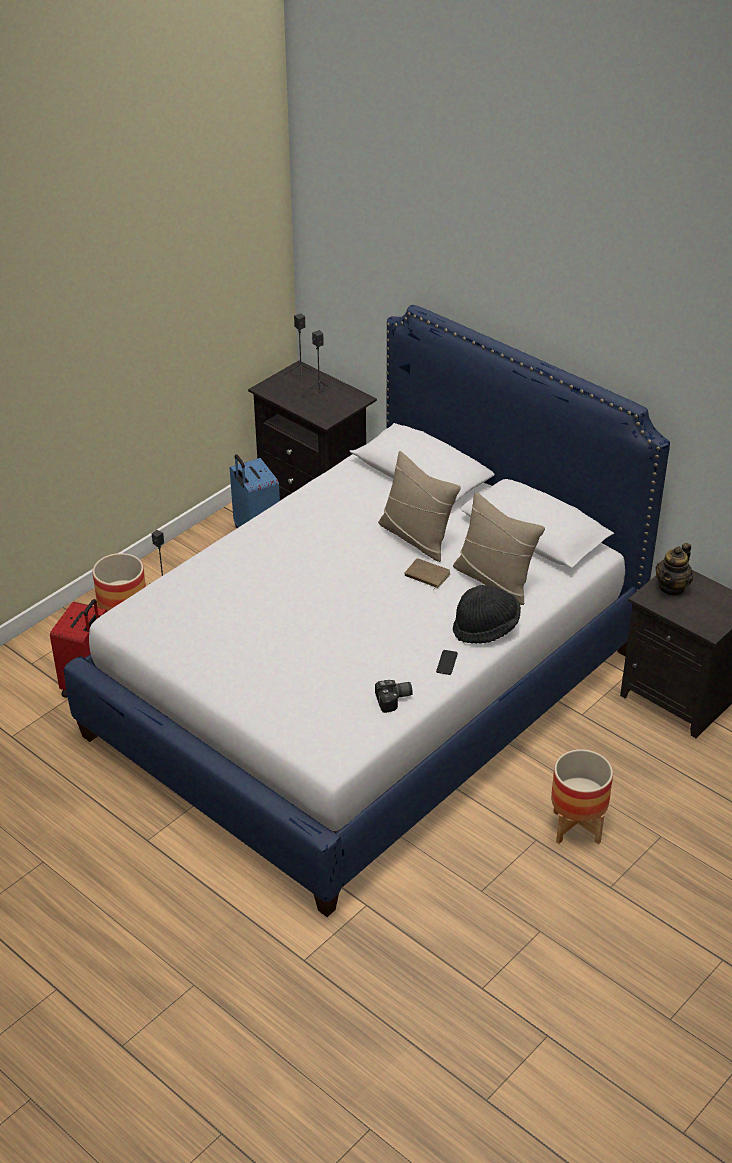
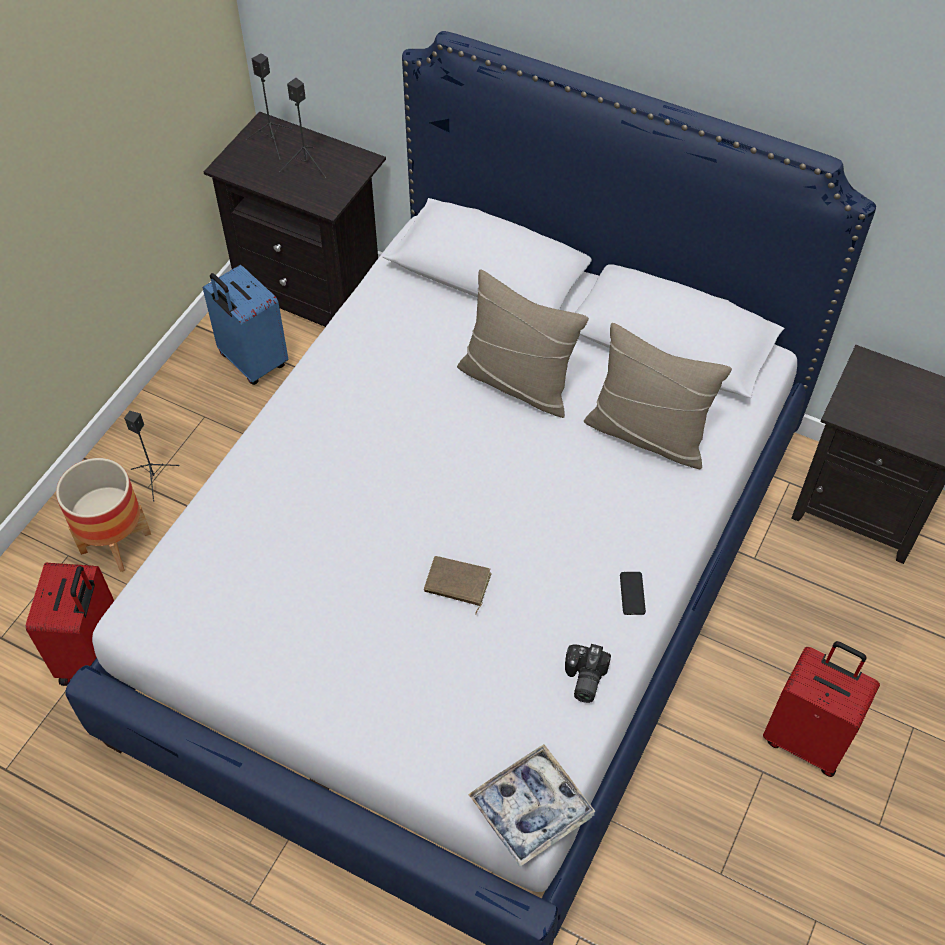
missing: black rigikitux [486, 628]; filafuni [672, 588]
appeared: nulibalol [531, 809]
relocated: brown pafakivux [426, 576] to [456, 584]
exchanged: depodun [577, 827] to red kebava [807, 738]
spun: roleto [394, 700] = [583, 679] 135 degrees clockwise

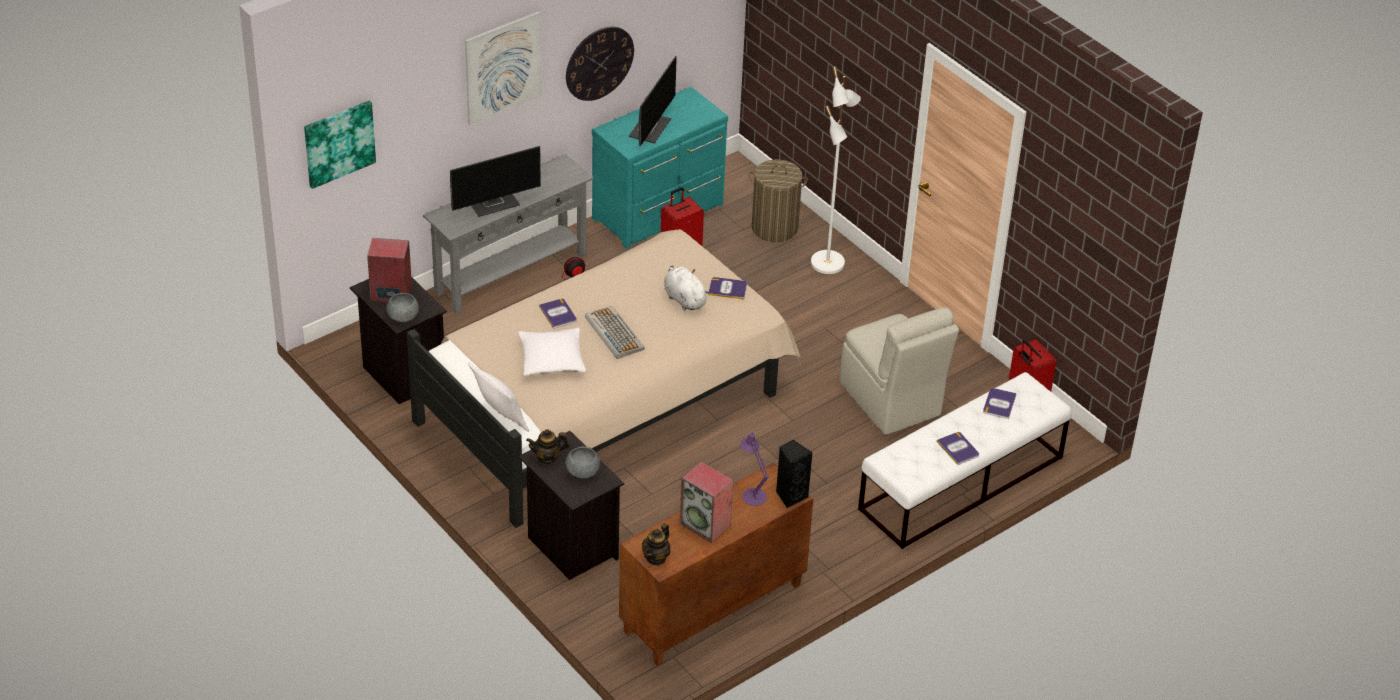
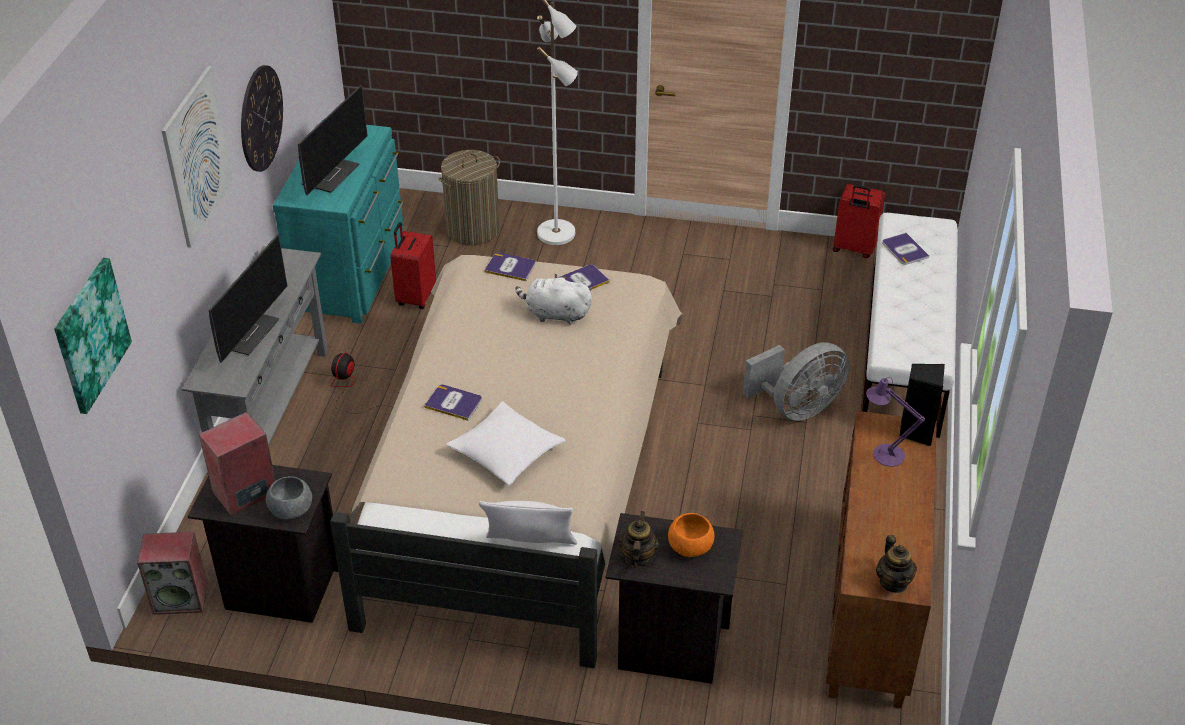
missing: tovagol [613, 333]; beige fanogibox [891, 401]
appeared: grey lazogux [797, 408]
relocated: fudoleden [706, 524] to [181, 598]; pafakivux [958, 449] to [510, 267]
colour: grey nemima [582, 472] to orange nemima [690, 547]
spun: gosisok [650, 128] = [331, 174] 45 degrees clockwise; filafuni [547, 458] = [638, 557] 150 degrees clockwise

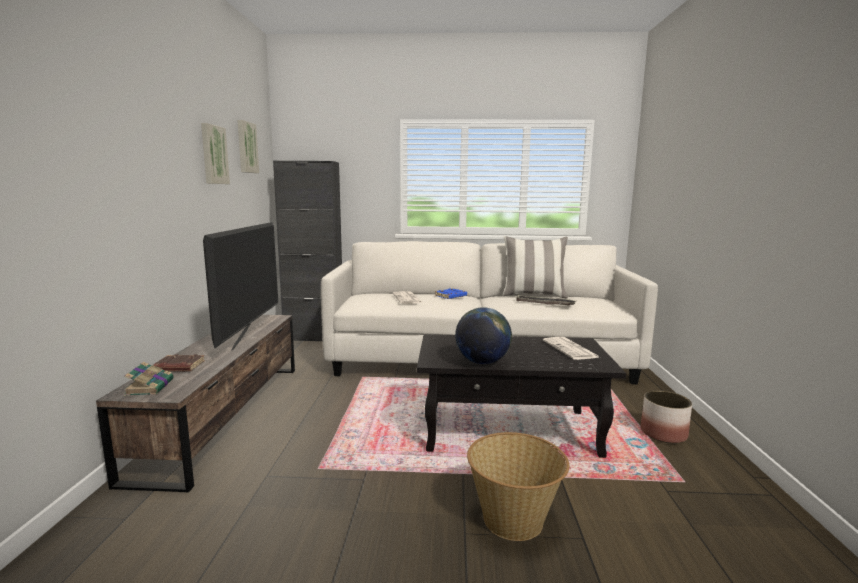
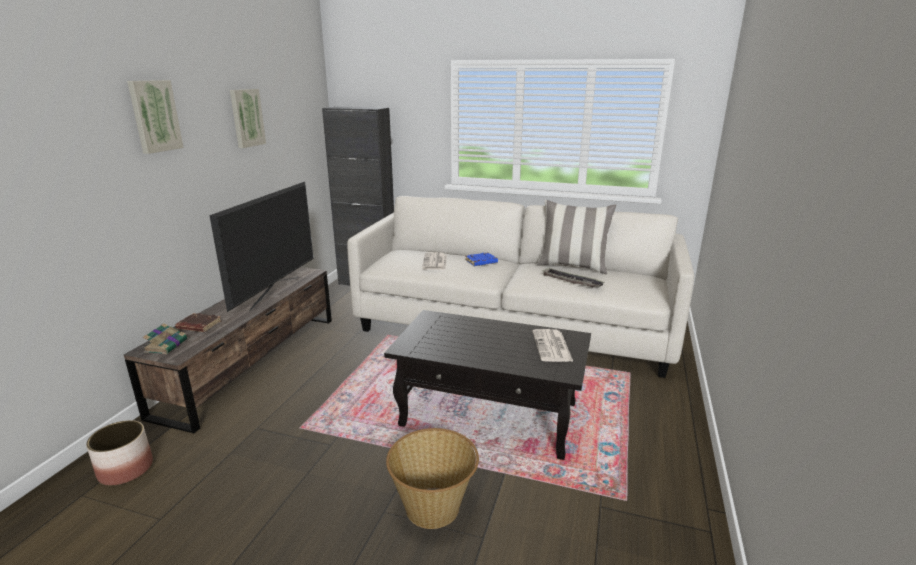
missing: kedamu [482, 362]
relocated: depodun [663, 434] to [125, 470]; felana [246, 147] to [154, 116]

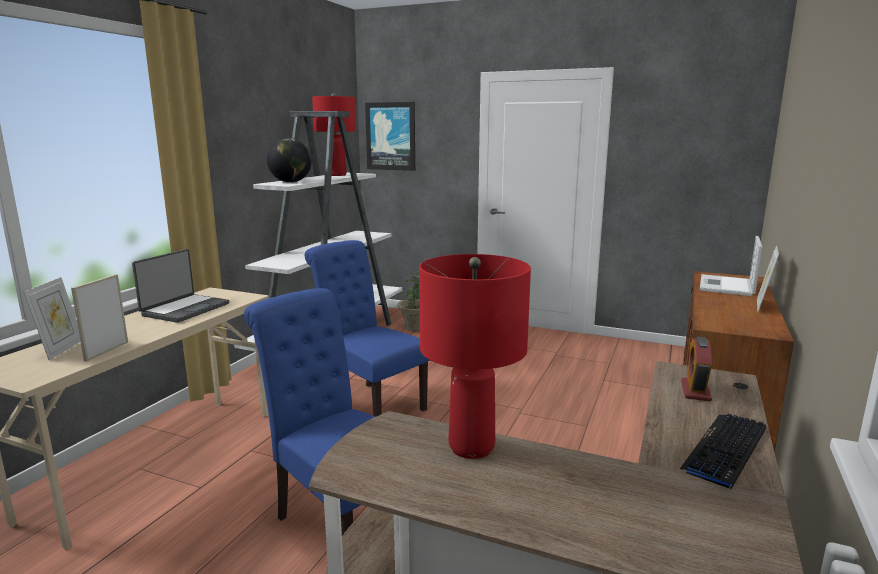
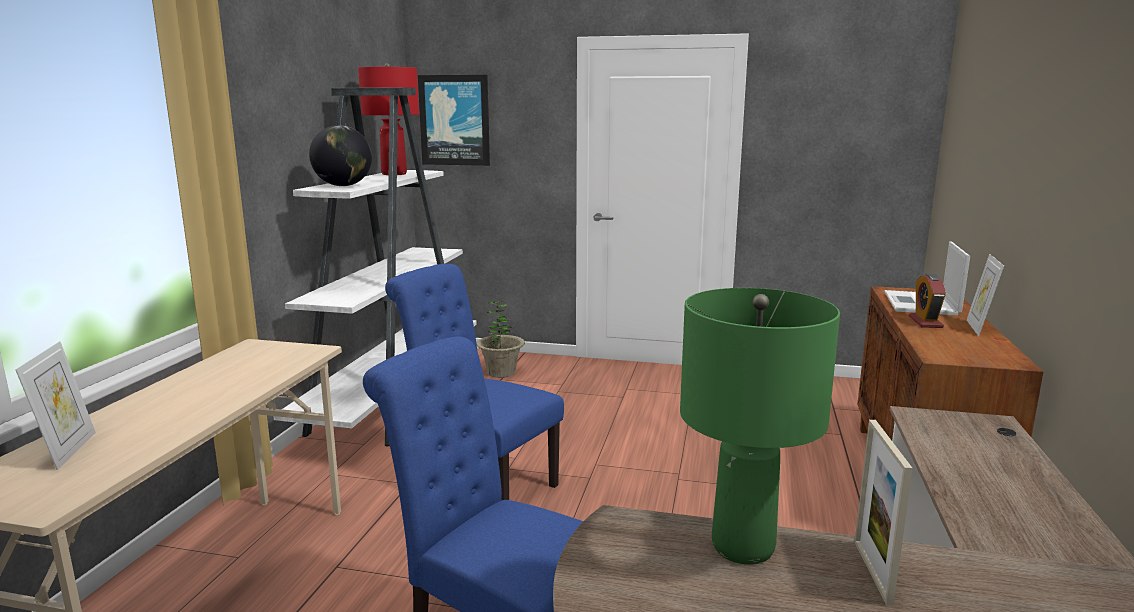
missing: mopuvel [185, 309]; tovagol [725, 449]
relocated: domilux [107, 351] to [872, 571]; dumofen [695, 391] to [925, 322]
colour: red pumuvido [471, 447] to green pumuvido [742, 548]

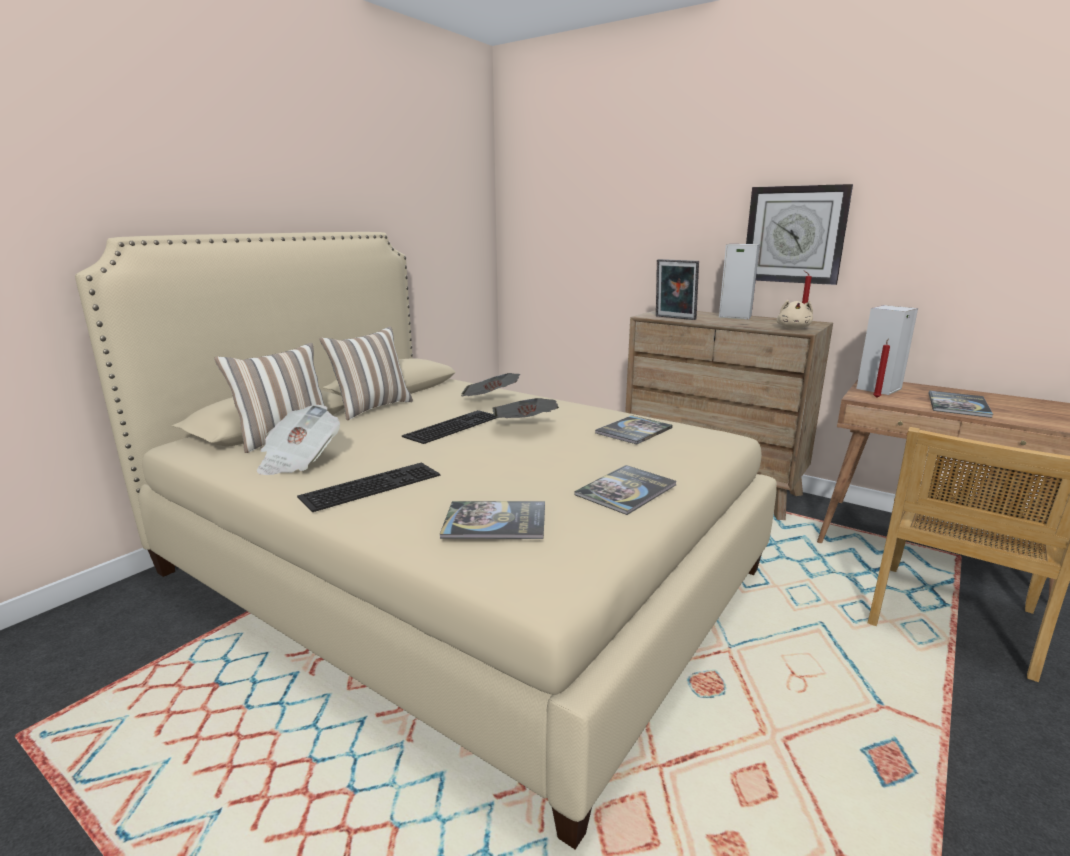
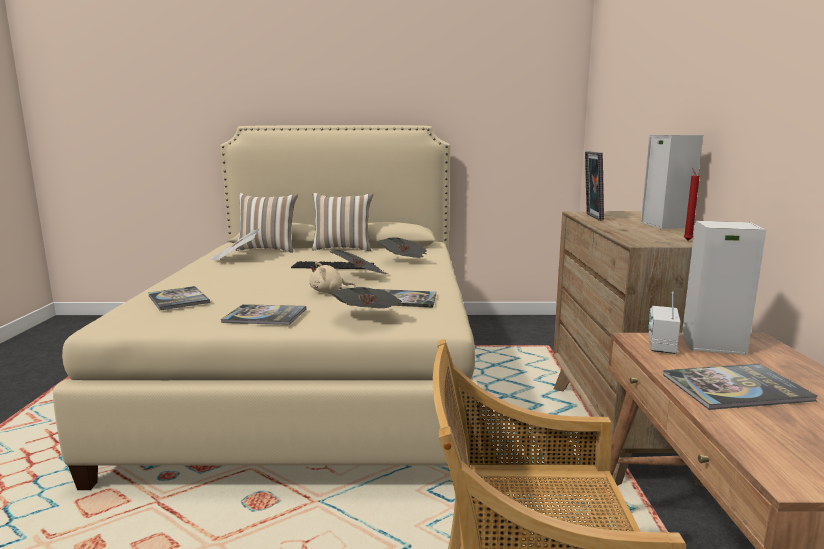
missing: tovagol [372, 484]; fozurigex [794, 235]
appeared: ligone [367, 318]
relocated: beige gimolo [793, 328] to [329, 292]
exchanged: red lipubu [877, 397] to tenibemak [661, 345]

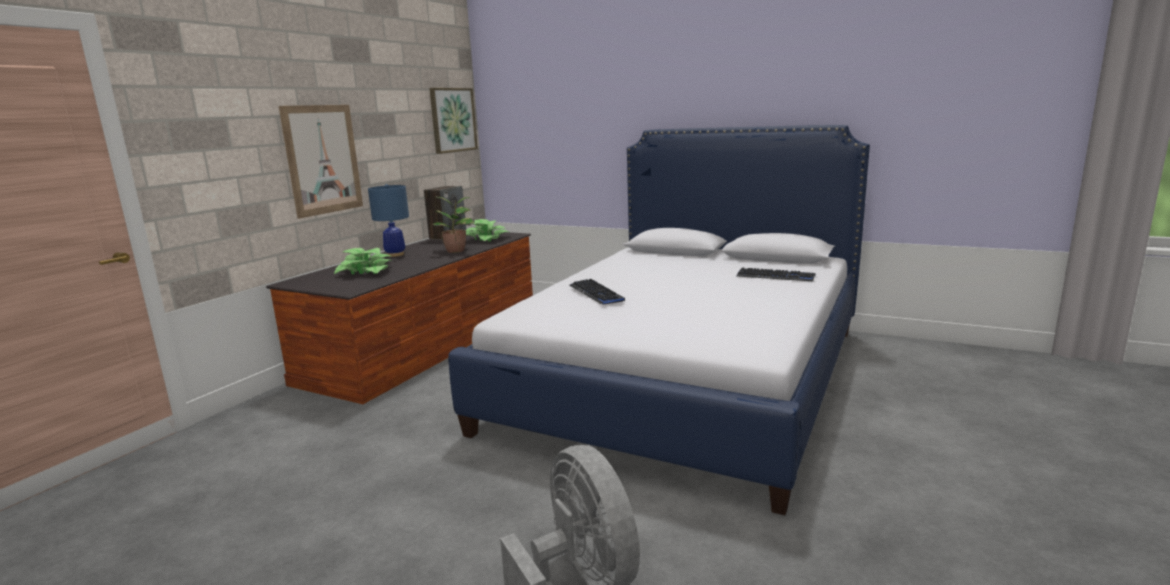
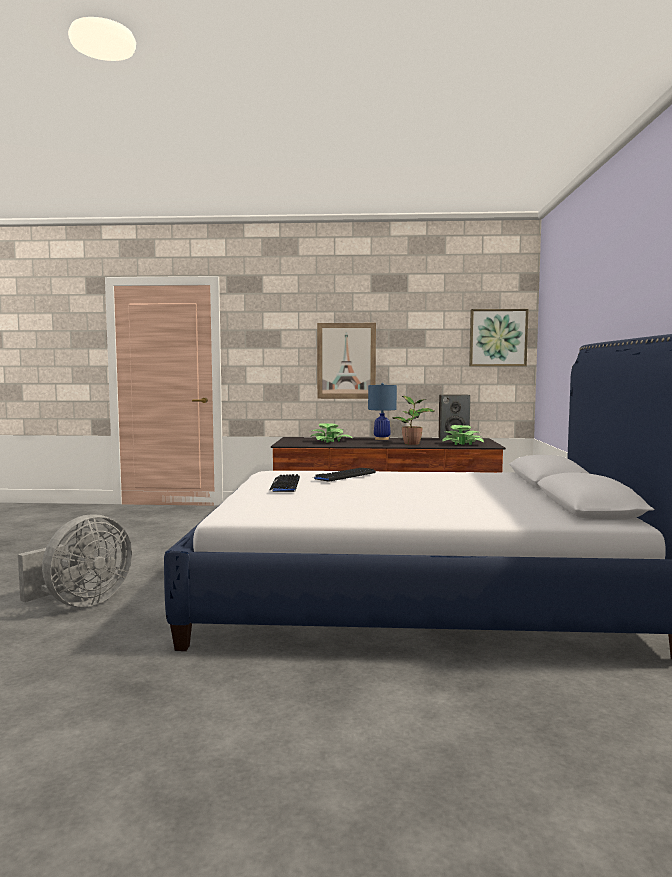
relocated: tovagol [775, 276] to [285, 485]

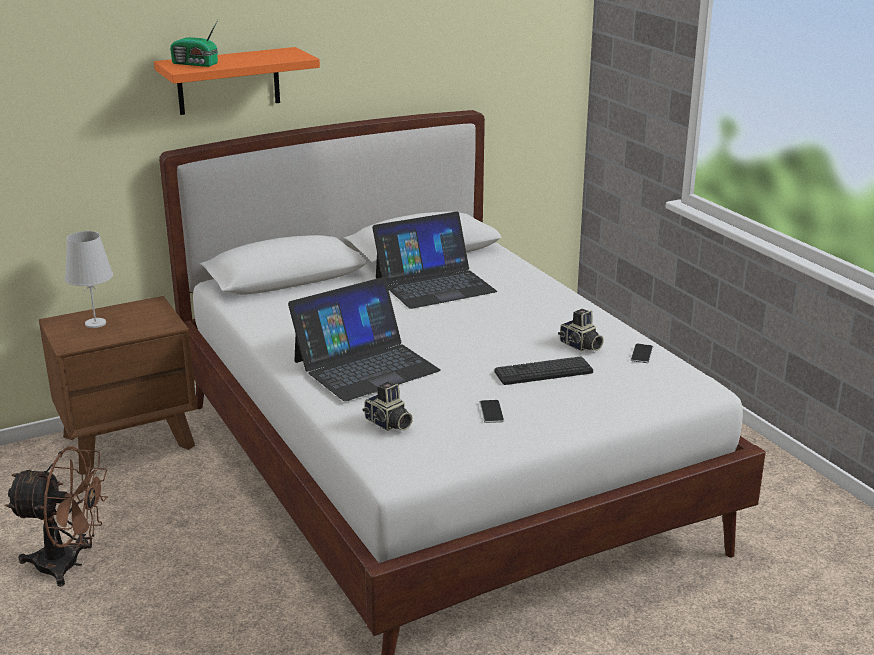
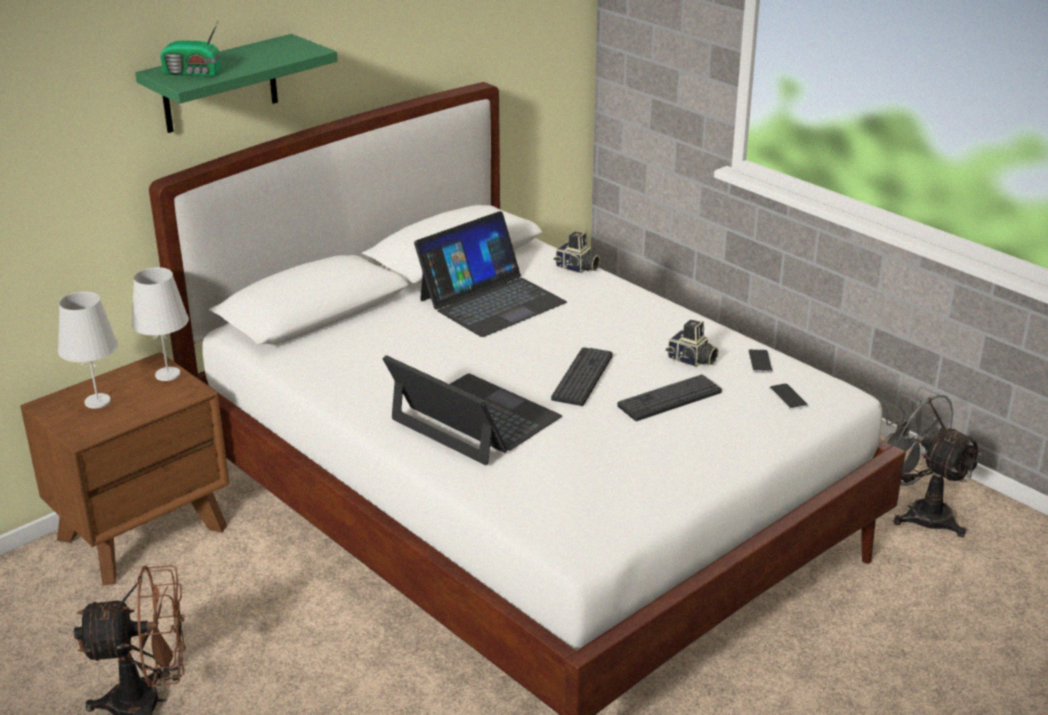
appeared: white pumuvido [167, 374]; tovagol [582, 377]; grey lazogux [919, 513]
relocated: roleto [388, 424] to [577, 268]; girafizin [491, 412] to [788, 397]
colour: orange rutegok [228, 81] to green rutegok [219, 84]
spun: mopuvel [365, 366] = [474, 419] 90 degrees counterclockwise

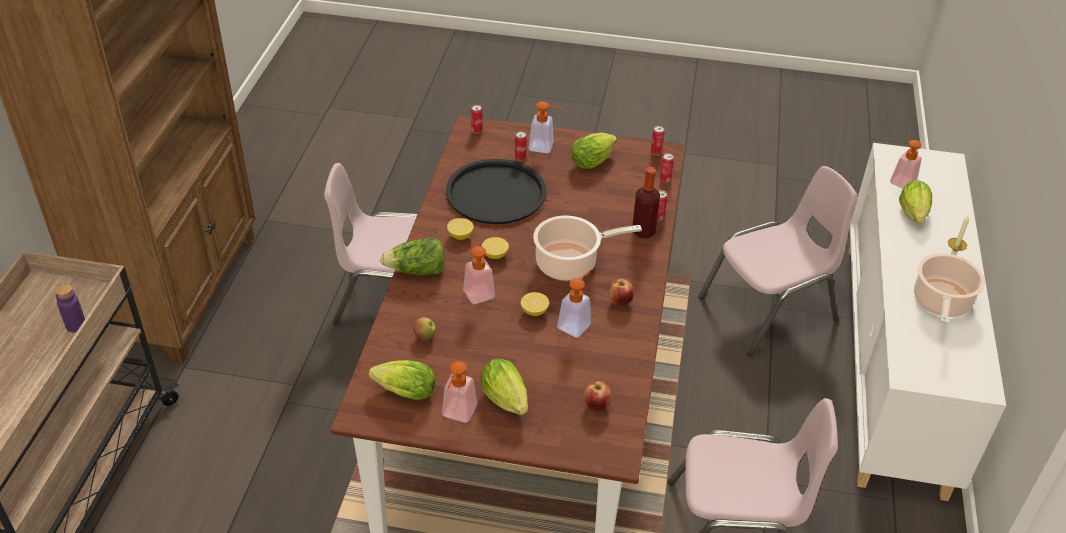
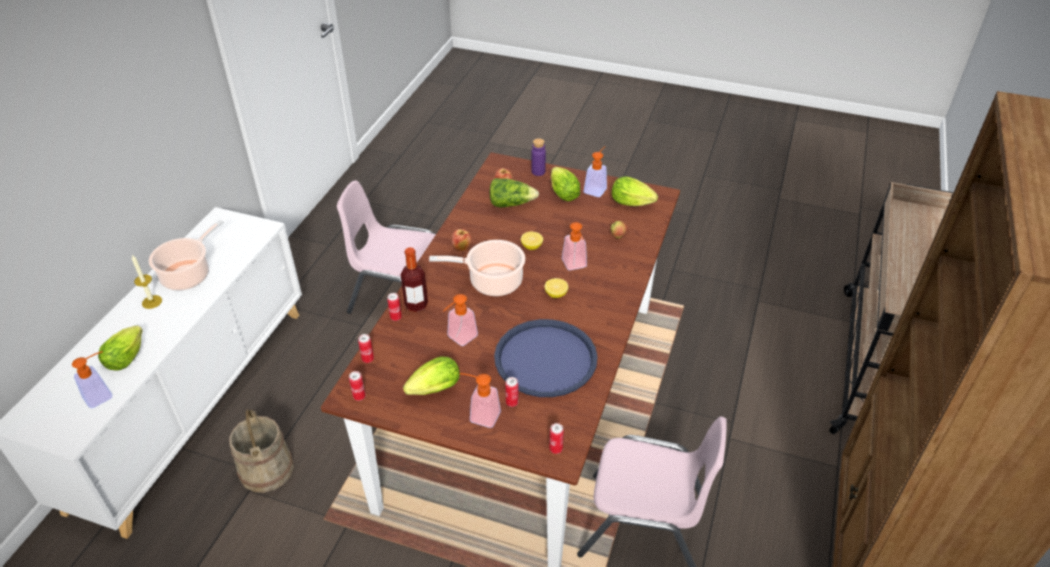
missing: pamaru [460, 236]
relocated: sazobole [577, 323] to [459, 339]; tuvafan [417, 271] to [511, 203]; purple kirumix [76, 325] to [538, 172]
exchanged: pink fanogibox [769, 310] to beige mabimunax [266, 469]
colour: black nulibalol [496, 193] to blue nulibalol [546, 359]

